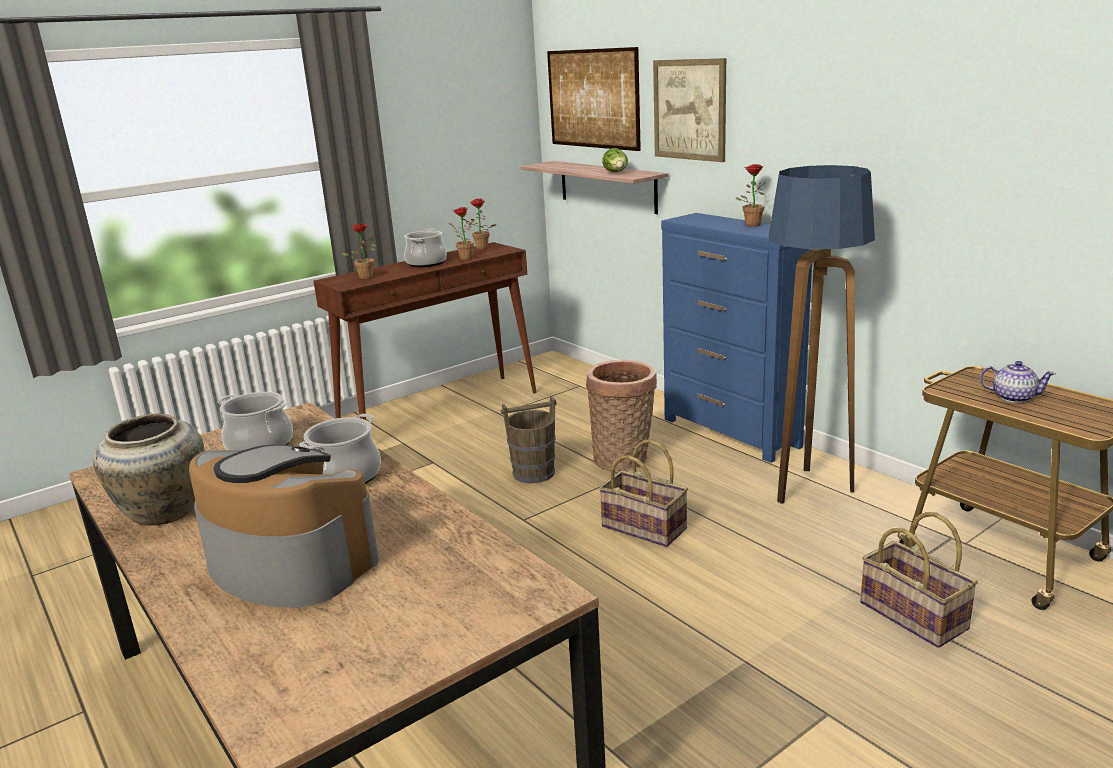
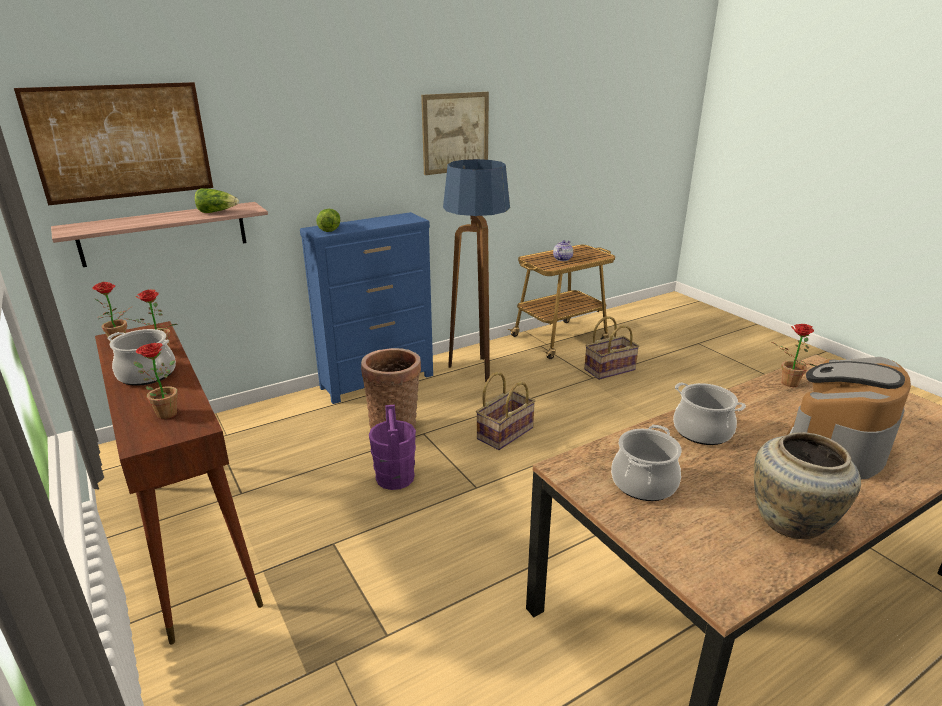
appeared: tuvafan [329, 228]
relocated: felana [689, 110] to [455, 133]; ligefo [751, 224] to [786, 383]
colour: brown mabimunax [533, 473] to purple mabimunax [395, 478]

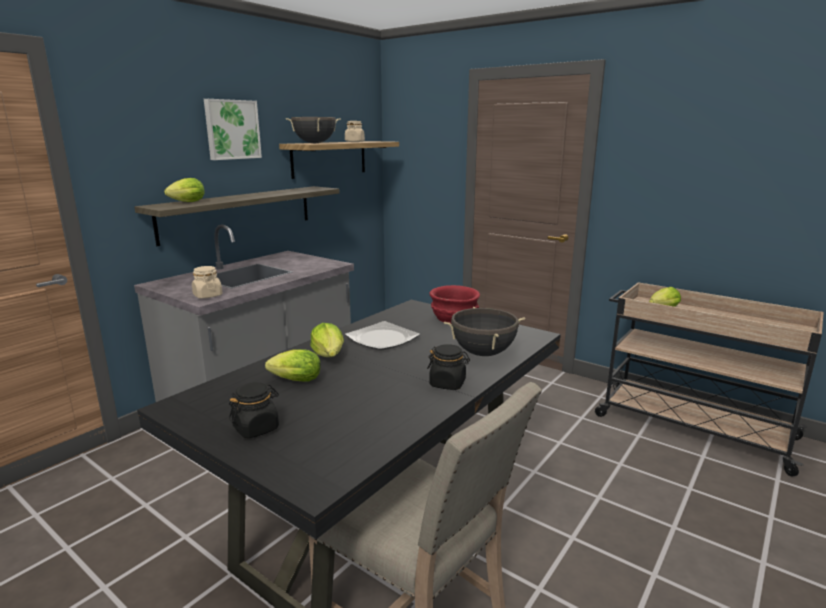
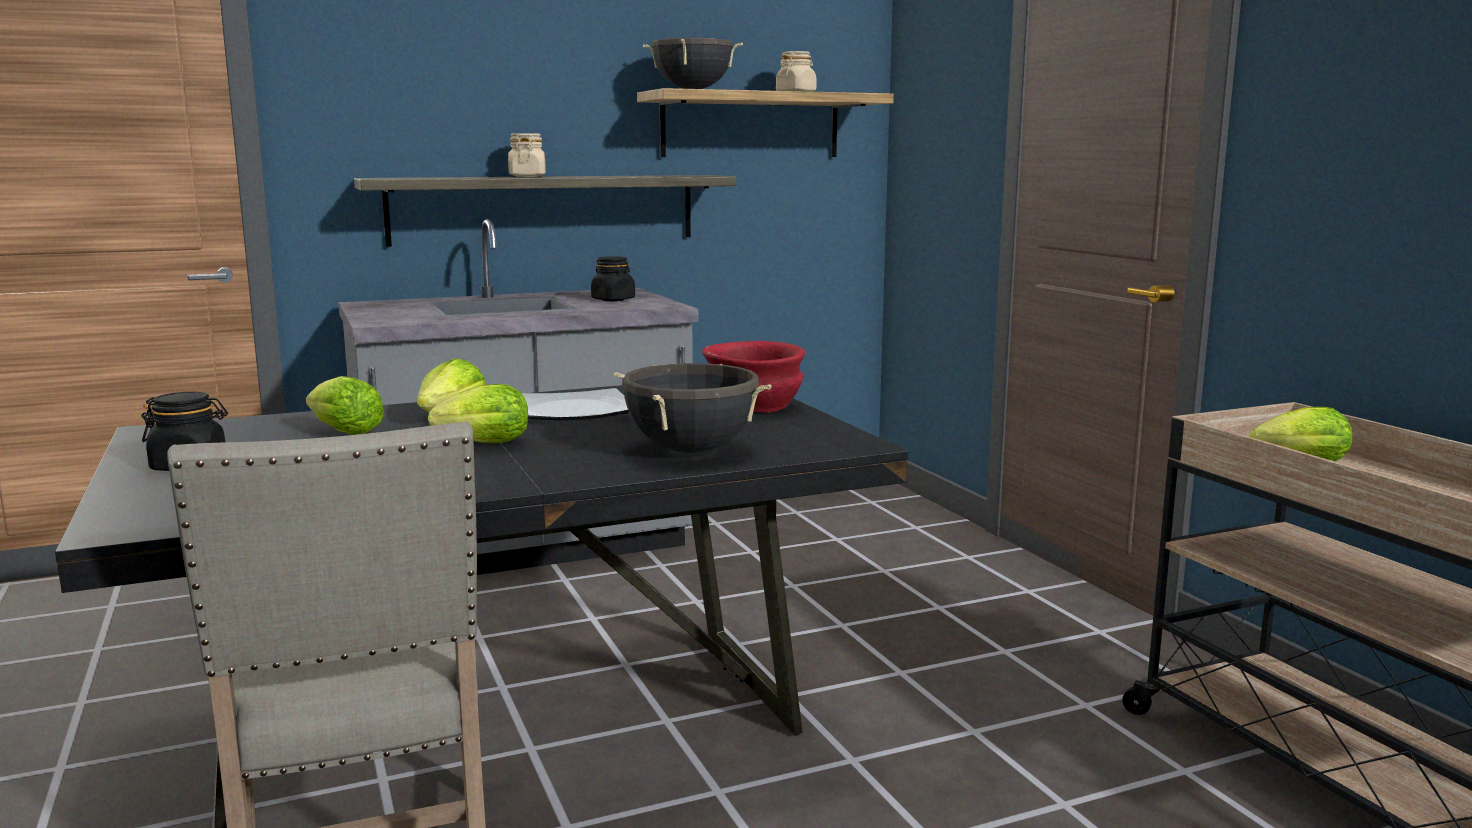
missing: felana [232, 129]
relocated: tuvafan [185, 202] to [479, 444]; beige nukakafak [207, 295] to [527, 176]; black nukakafak [448, 383] to [613, 300]

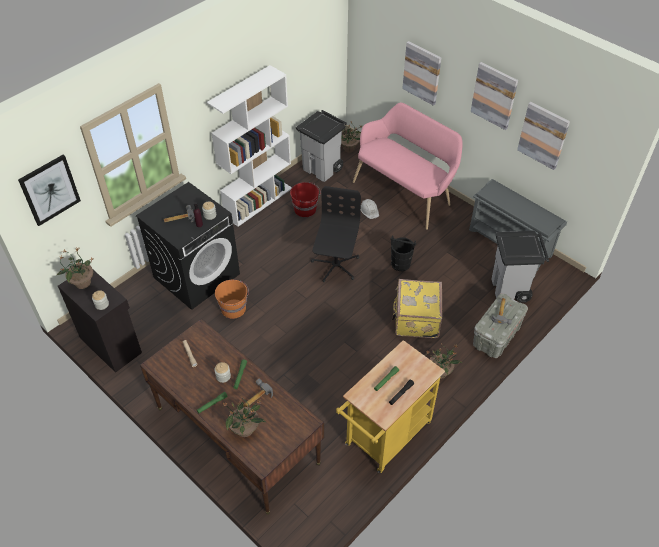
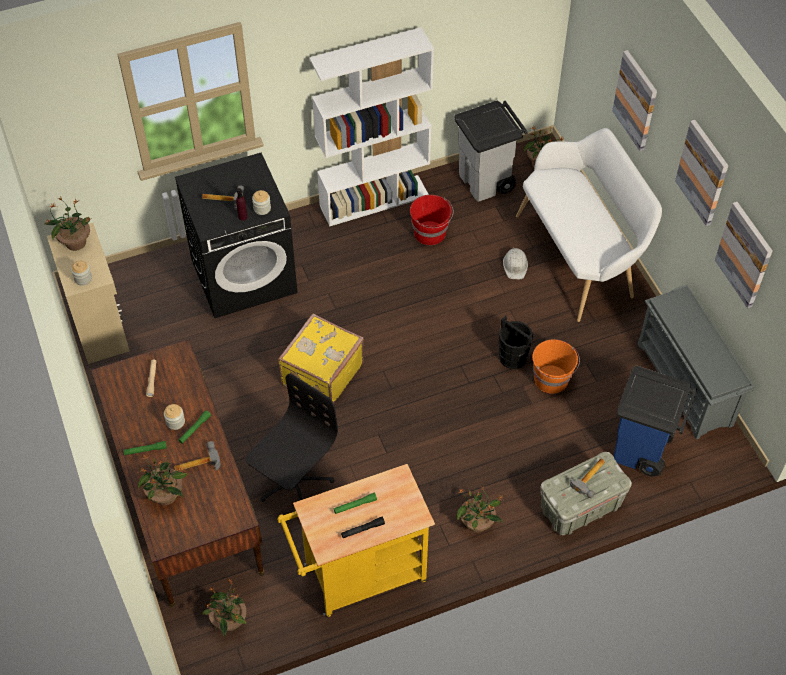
missing: felana [49, 190]
appeared: ligefo [229, 621]
relocated: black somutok [335, 265] to [294, 481]; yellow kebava [415, 319] to [321, 374]; orange mabimunax [234, 309] to [552, 379]
colour: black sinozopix [111, 344] to beige sinozopix [100, 326]; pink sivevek [405, 192] to white sivevek [580, 256]; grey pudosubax [510, 289] to blue pudosubax [642, 450]

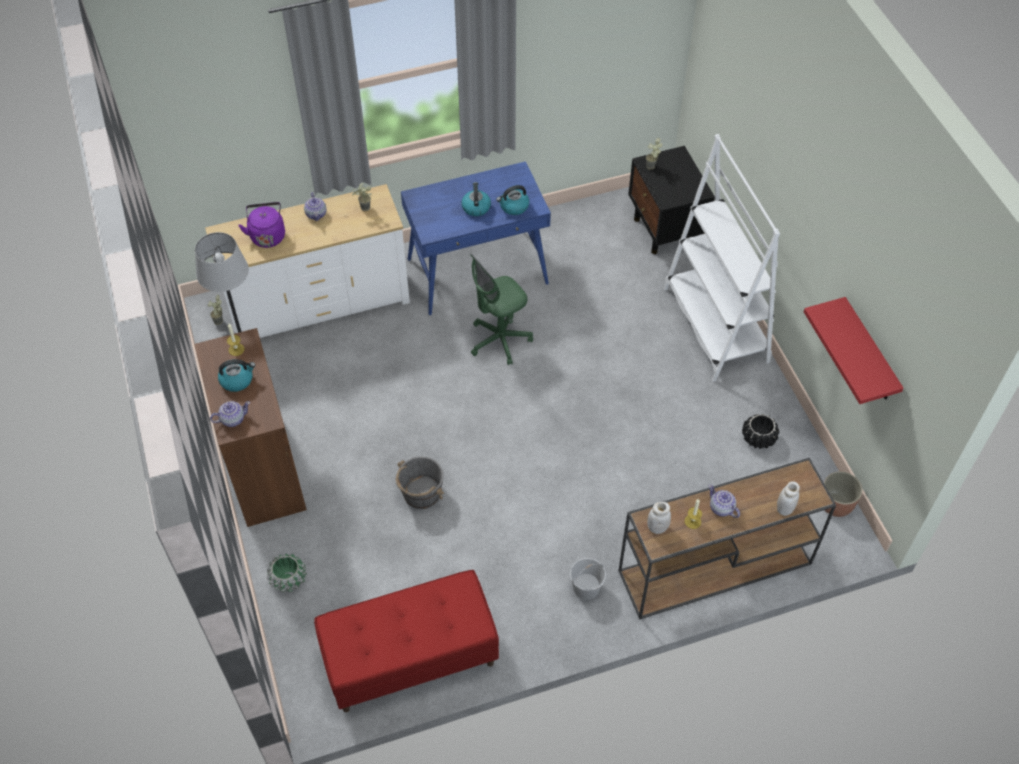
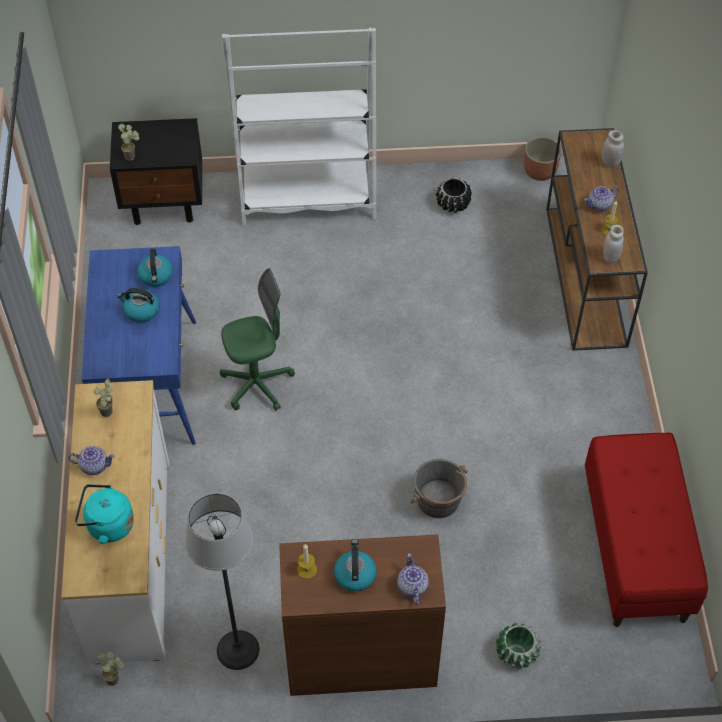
missing: white mabimunax [586, 587]; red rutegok [869, 353]
colour: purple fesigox [267, 235] to turquoise fesigox [107, 525]
spun: green somutok [499, 340] = [257, 384] 90 degrees counterclockwise

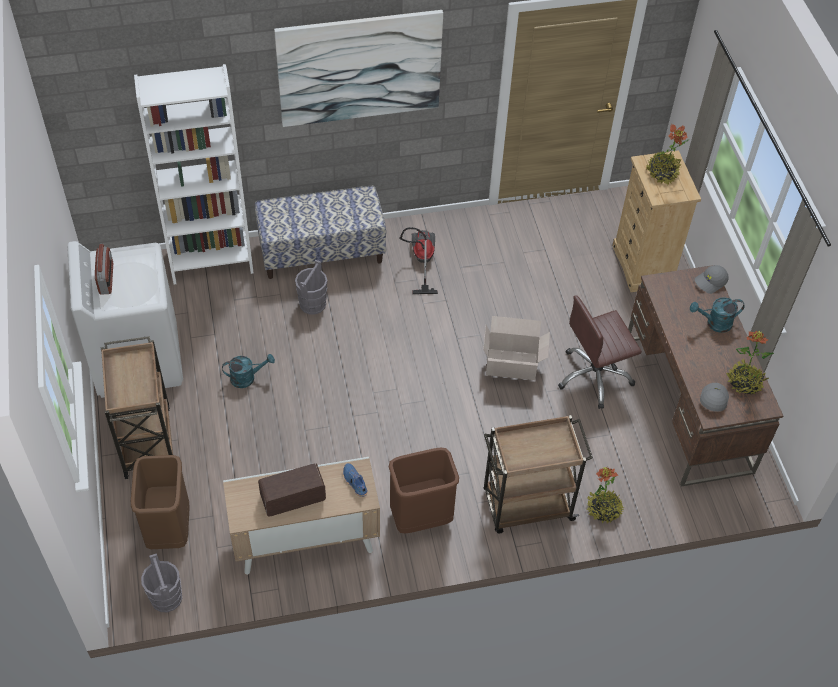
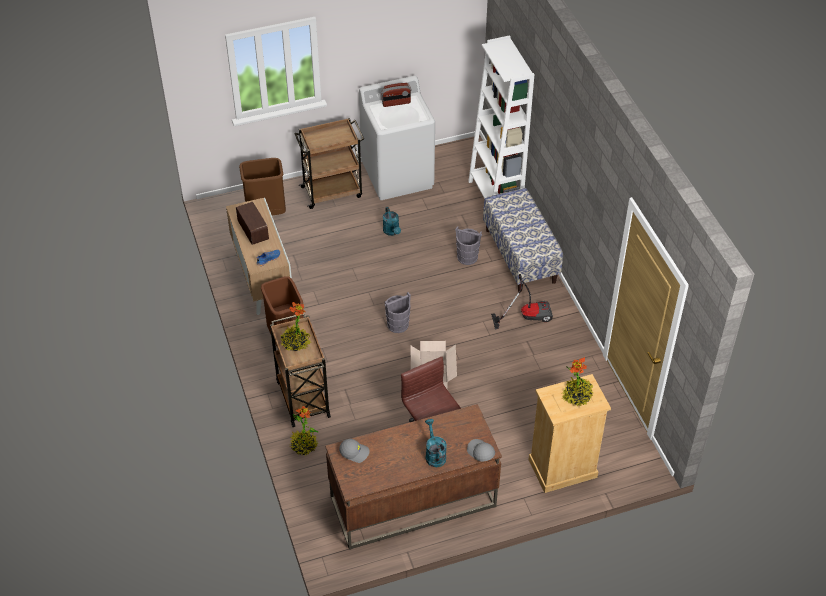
missing: felana [359, 68]
relocated: ligefo [744, 382] to [295, 343]; grey mabimunax [166, 598] to [397, 325]

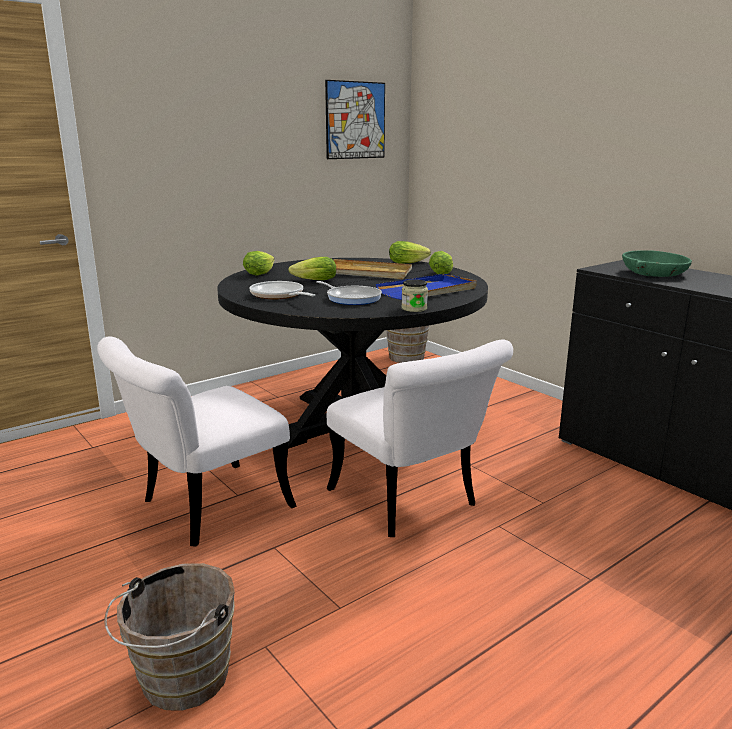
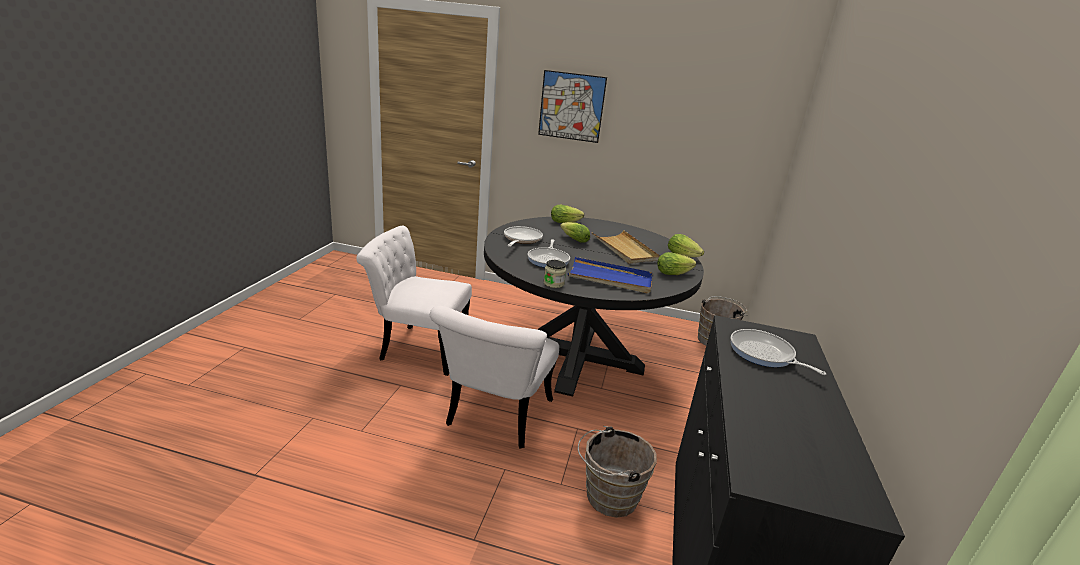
relocated: felana [355, 120] to [571, 106]; brown mabimunax [180, 681] to [607, 496]
exchanged: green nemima [654, 273] to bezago [764, 354]

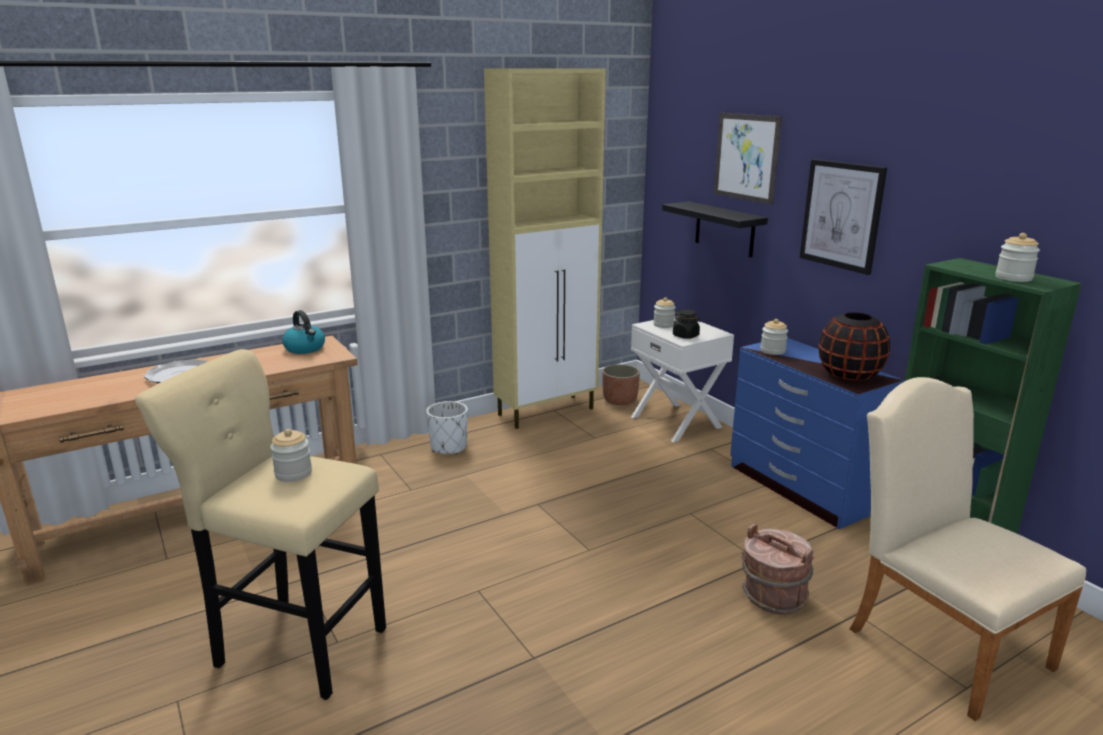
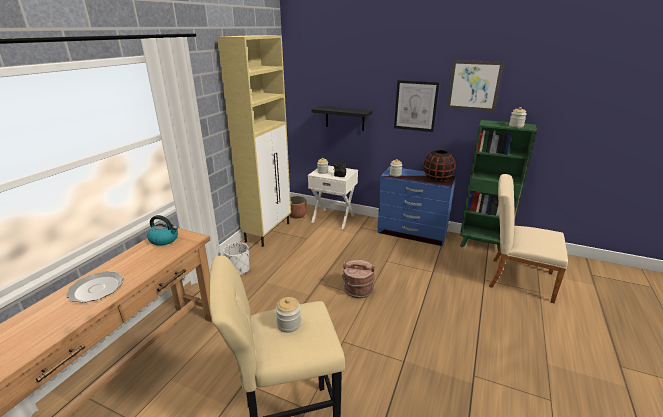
relocated: brown mabimunax [773, 596] to [358, 290]; felana [746, 157] to [474, 85]

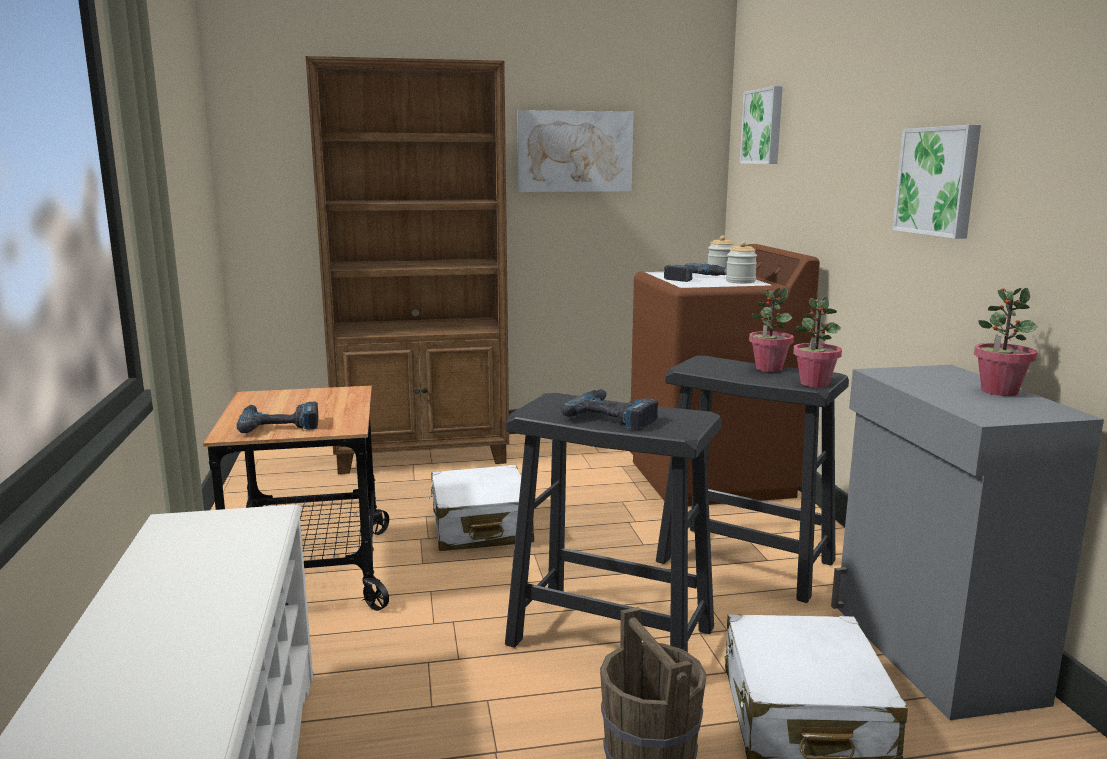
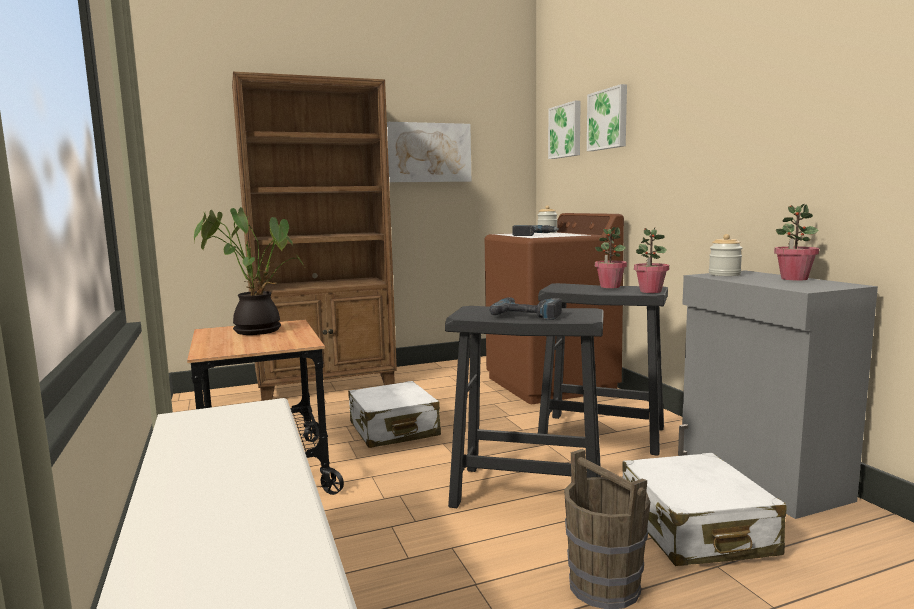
missing: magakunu [279, 424]
appeared: ligefo [258, 330]
relocated: felana [939, 181] to [608, 119]; nukakafak [740, 281] to [724, 274]

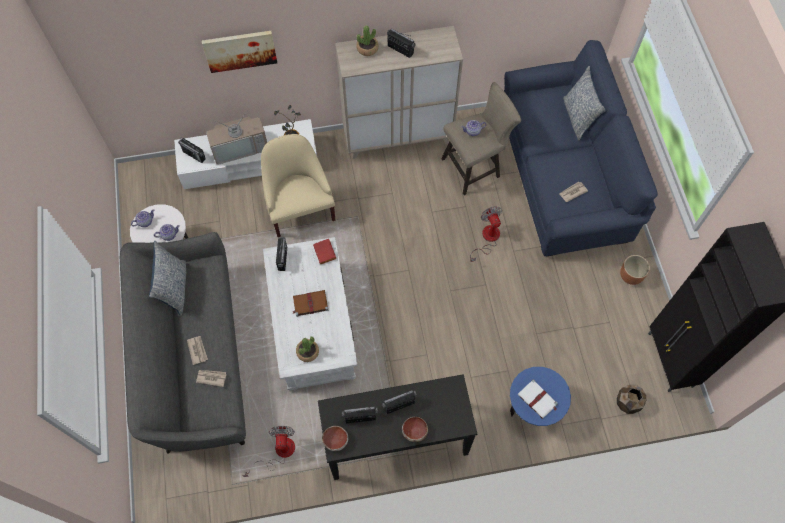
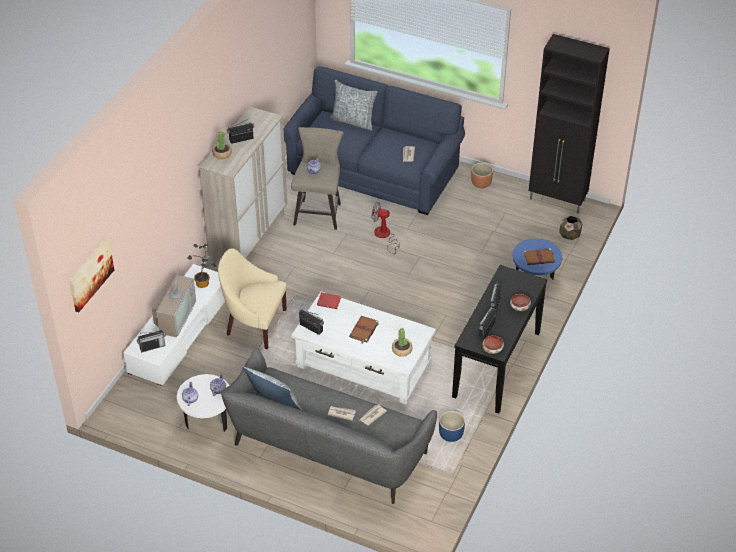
relocated: felana [240, 50] to [90, 274]
exchanged: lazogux [278, 452] to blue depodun [451, 435]
colour: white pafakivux [537, 400] to brown pafakivux [539, 258]

